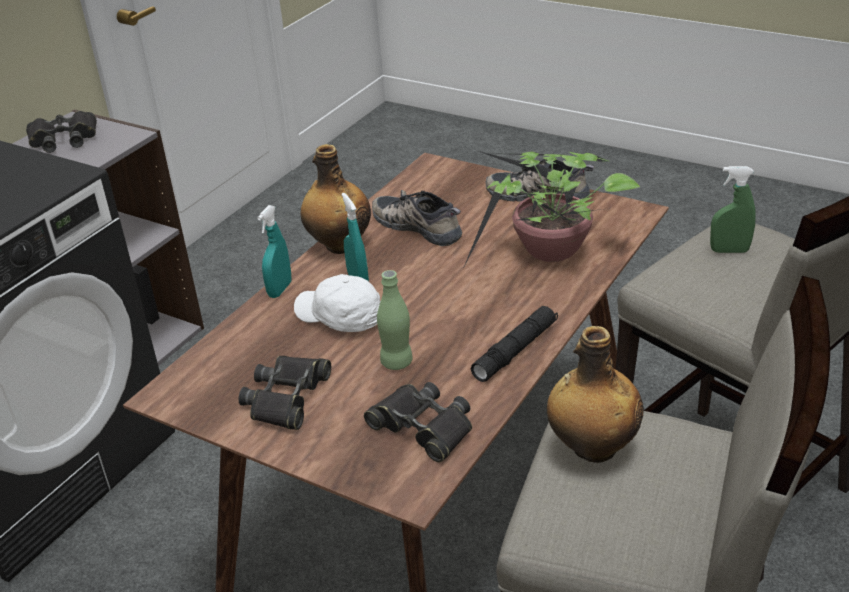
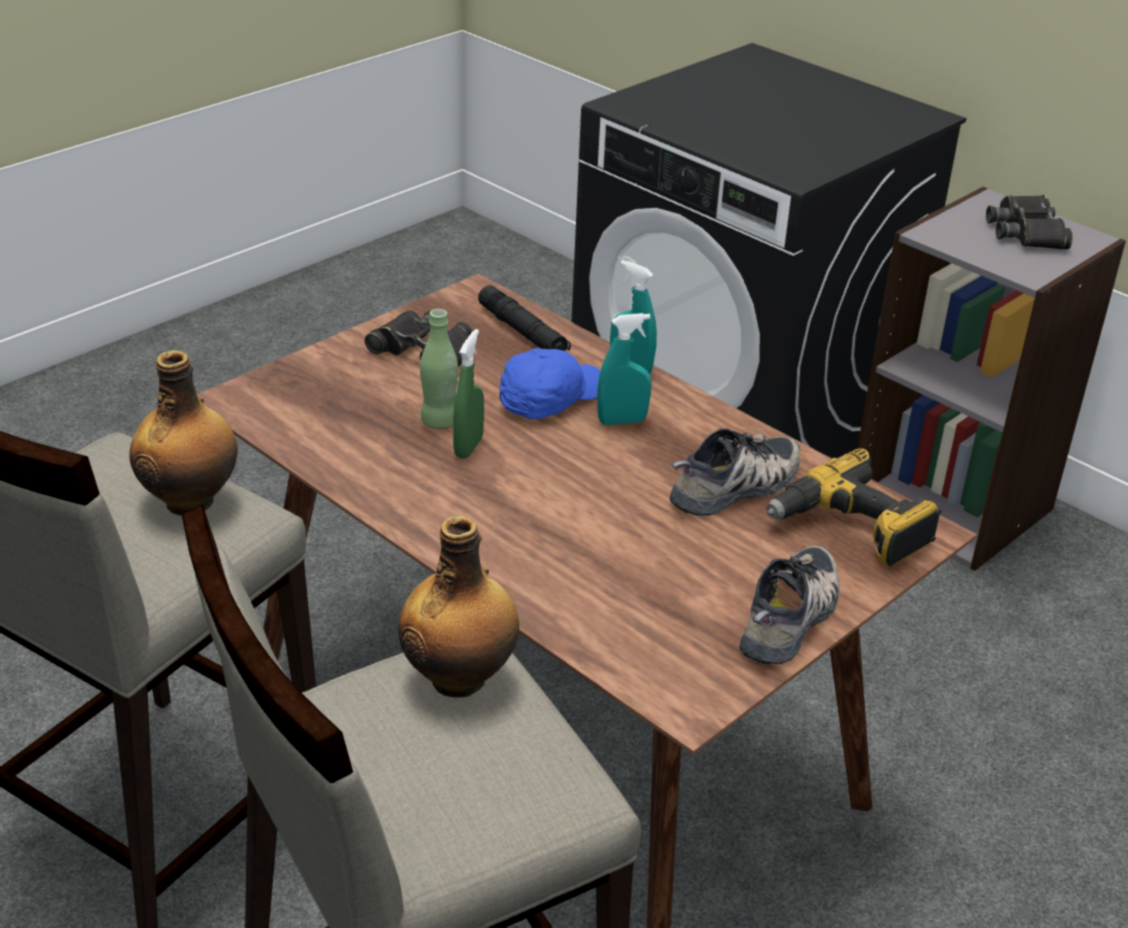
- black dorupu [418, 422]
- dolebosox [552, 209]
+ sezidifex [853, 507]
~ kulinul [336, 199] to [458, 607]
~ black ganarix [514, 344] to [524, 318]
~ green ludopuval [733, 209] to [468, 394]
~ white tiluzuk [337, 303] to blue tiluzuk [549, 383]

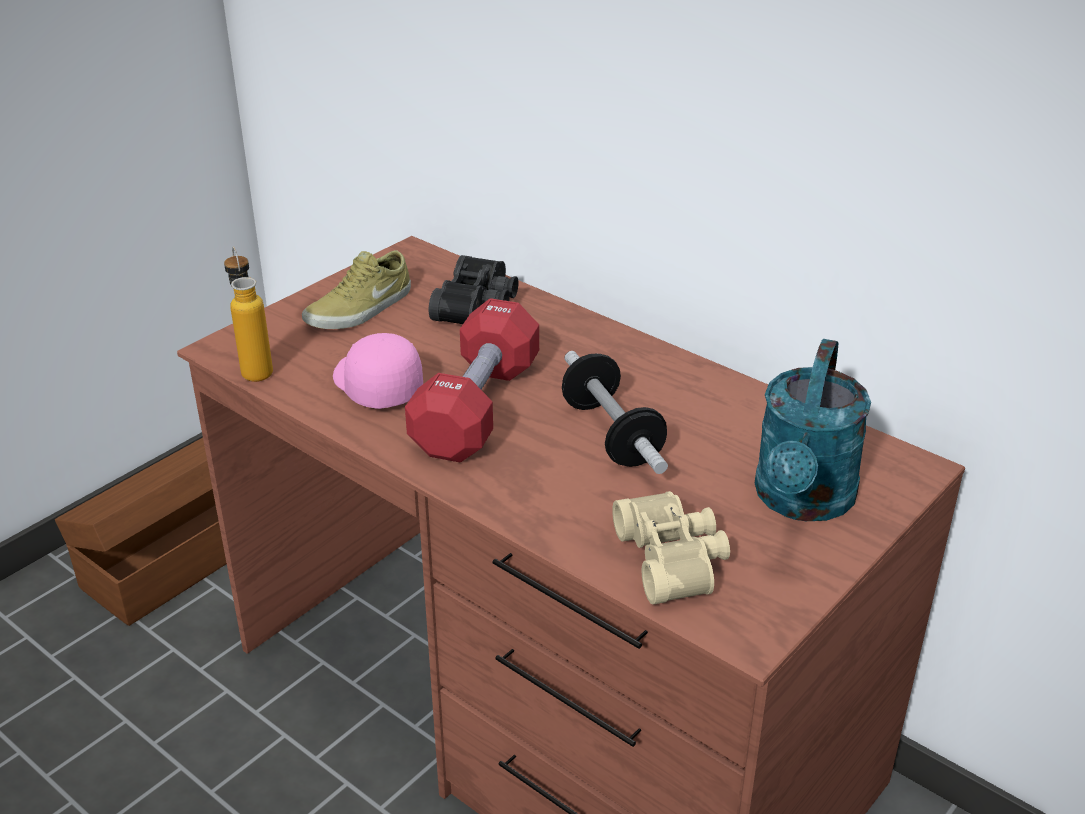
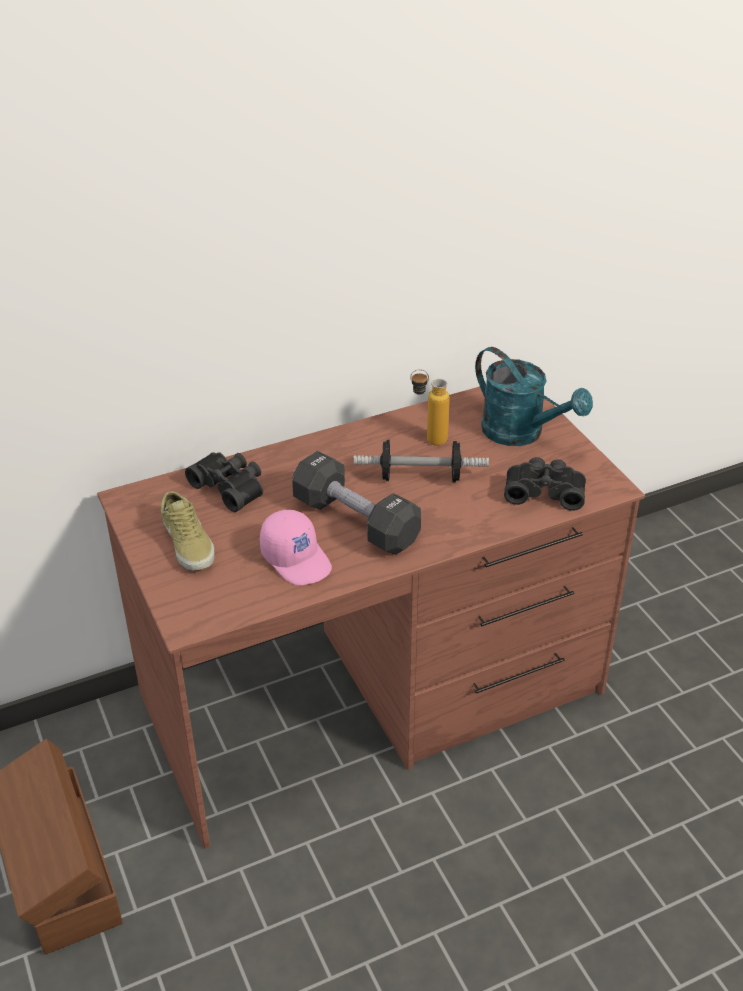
~ kulinul [248, 314] to [430, 407]
~ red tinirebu [472, 380] to black tinirebu [356, 503]
~ beige dorupu [671, 548] to black dorupu [545, 484]
~ pink tiluzuk [378, 371] = [296, 547] 120 degrees counterclockwise

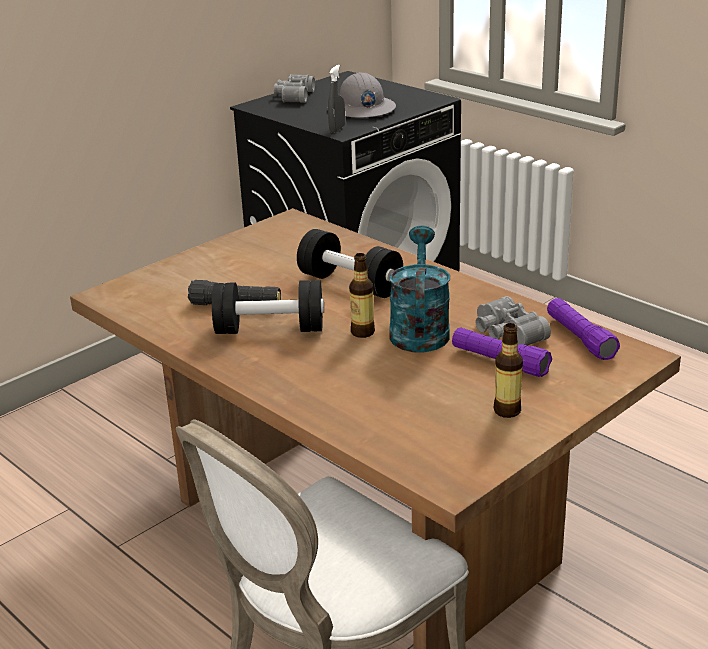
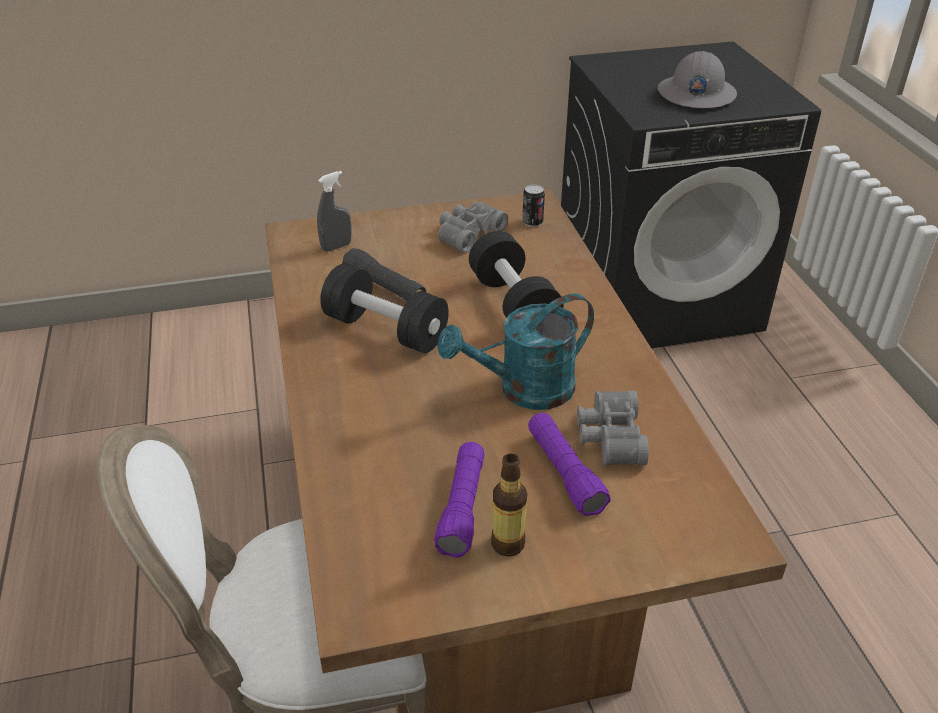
- kulinul [362, 295]
+ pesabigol [533, 205]
~ grey dorupu [294, 88] to [473, 227]
~ grey ludopuval [336, 99] to [334, 211]
~ purple ganarix [583, 329] to [459, 500]
~ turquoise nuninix [419, 289] = [515, 351] 150 degrees counterclockwise

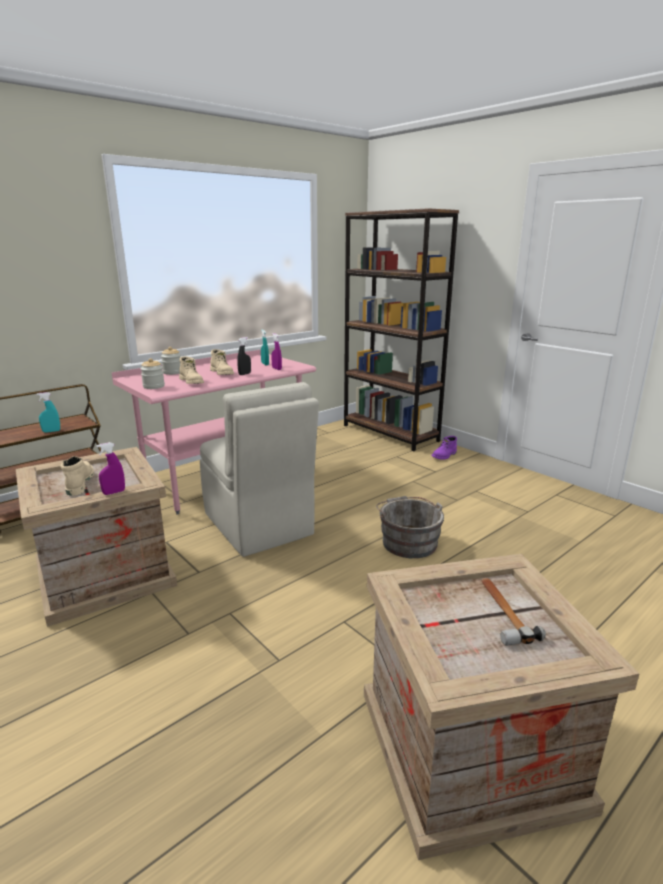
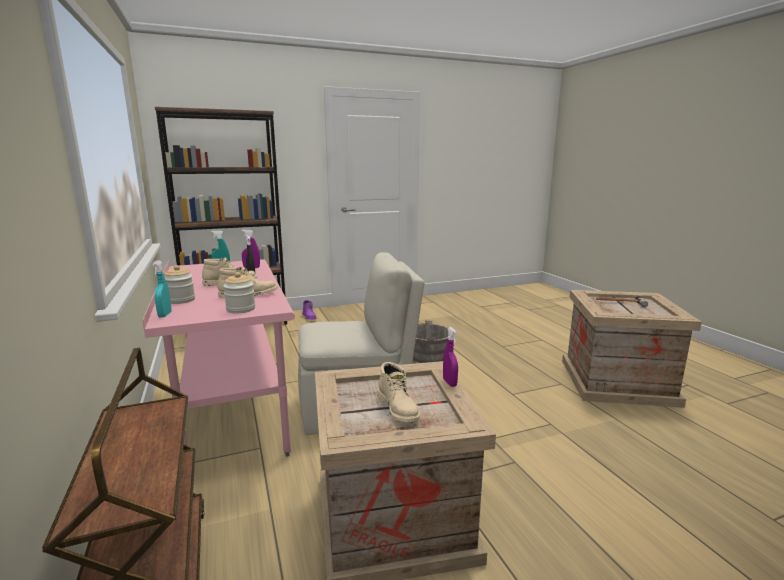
~ turquoise ludopuval [48, 412] to [161, 289]
~ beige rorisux [77, 476] = [398, 392] 120 degrees counterclockwise

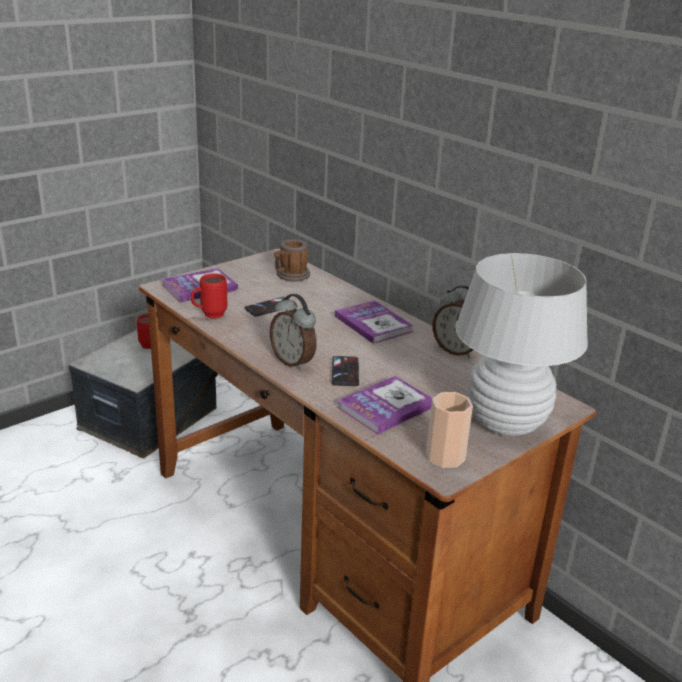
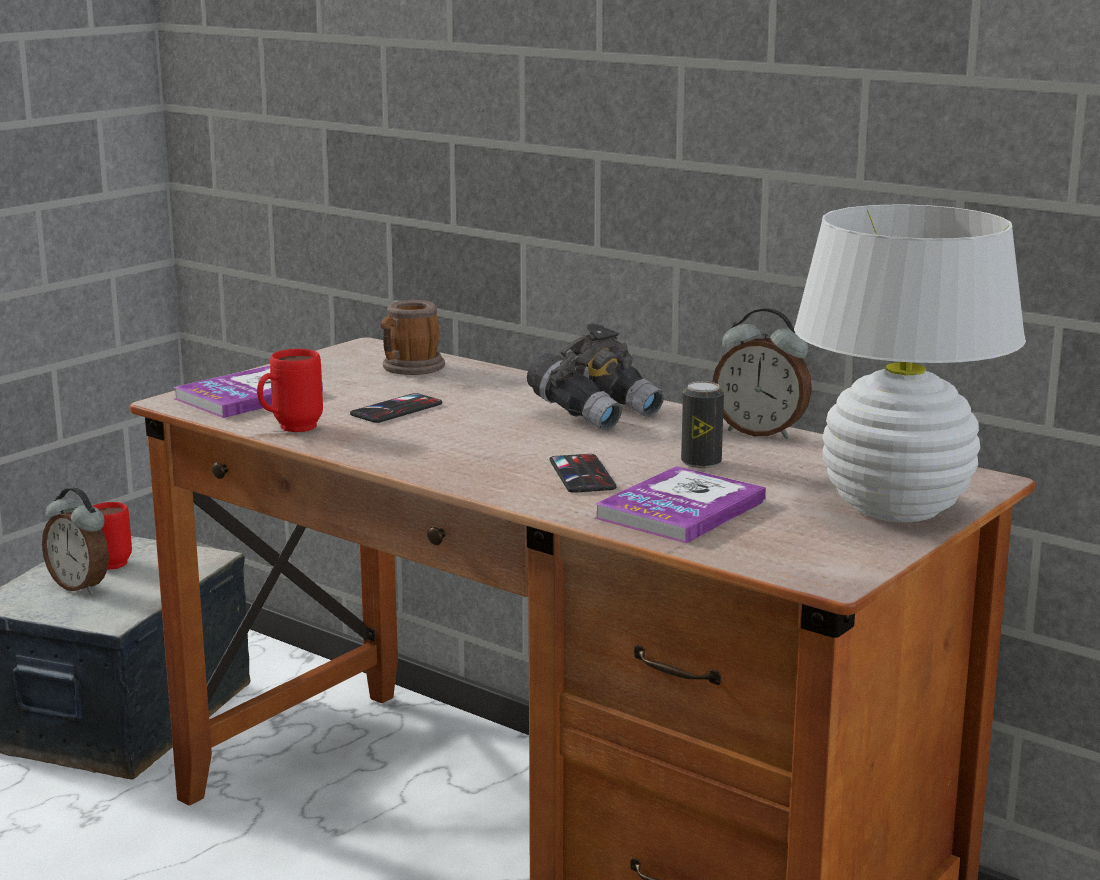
- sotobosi [449, 430]
+ pesabigol [702, 424]
~ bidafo [293, 332] to [75, 541]
~ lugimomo [374, 322] to grey dorupu [595, 377]

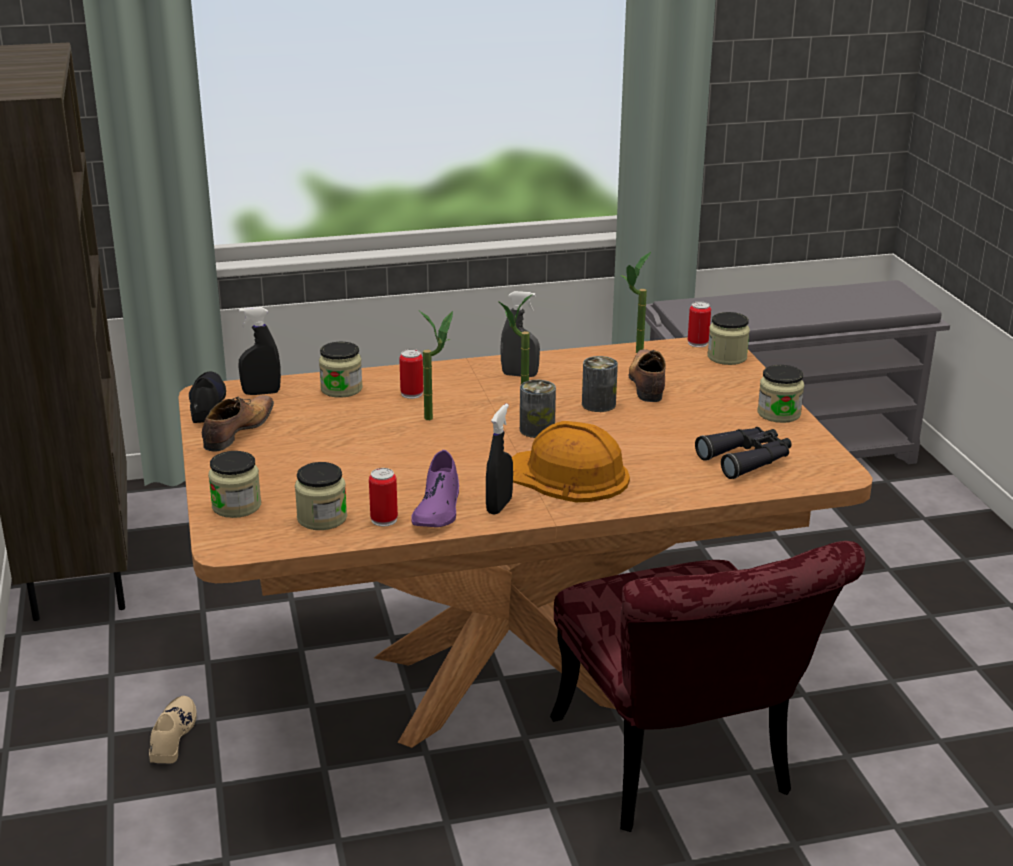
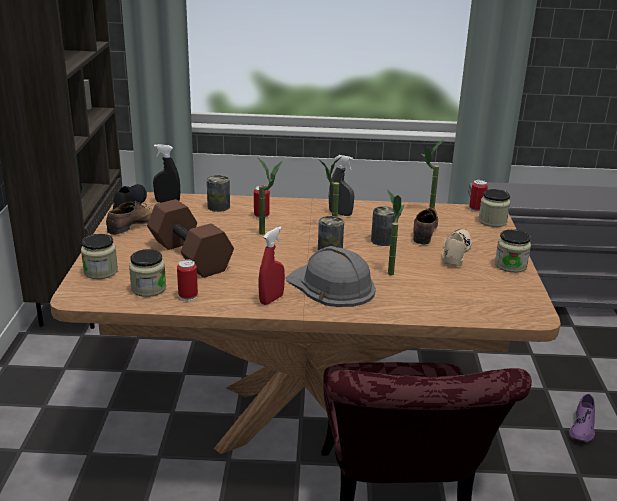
- black dorupu [743, 453]
+ brown tinirebu [190, 238]
+ dolebosox [395, 232]
~ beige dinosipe [173, 729] to [457, 247]
~ purple dinosipe [435, 488] to [582, 418]
~ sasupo [341, 370] to pesabigol [218, 193]
~ black ludopuval [499, 459] to red ludopuval [271, 266]
~ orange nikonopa [571, 461] to grey nikonopa [331, 276]

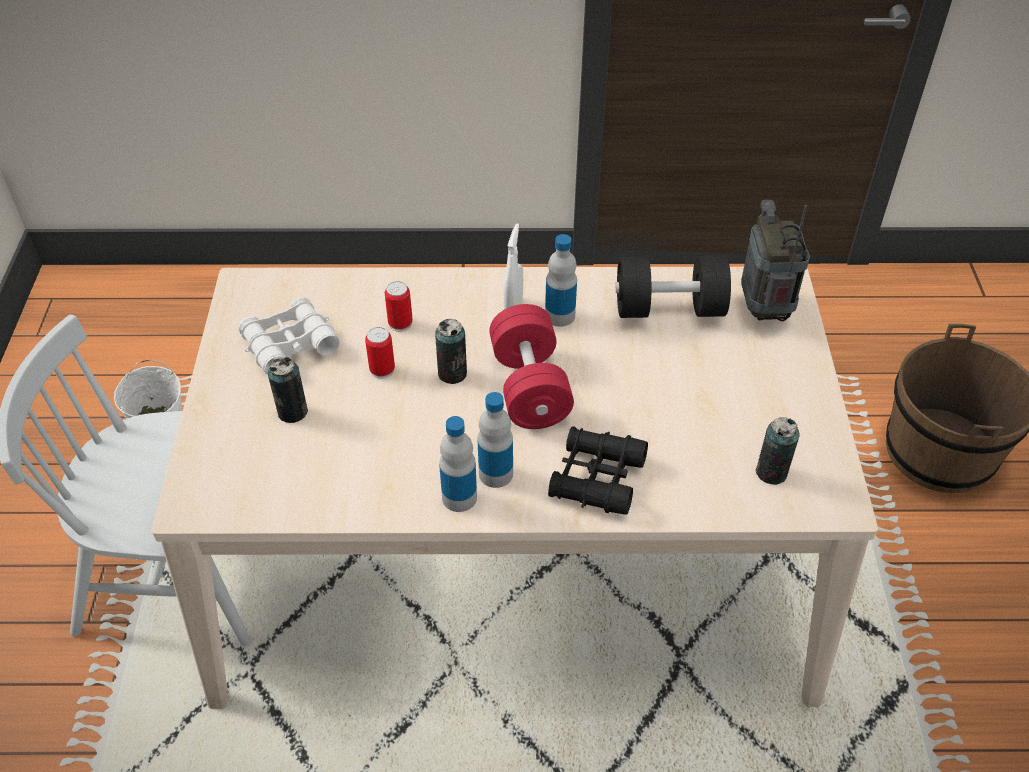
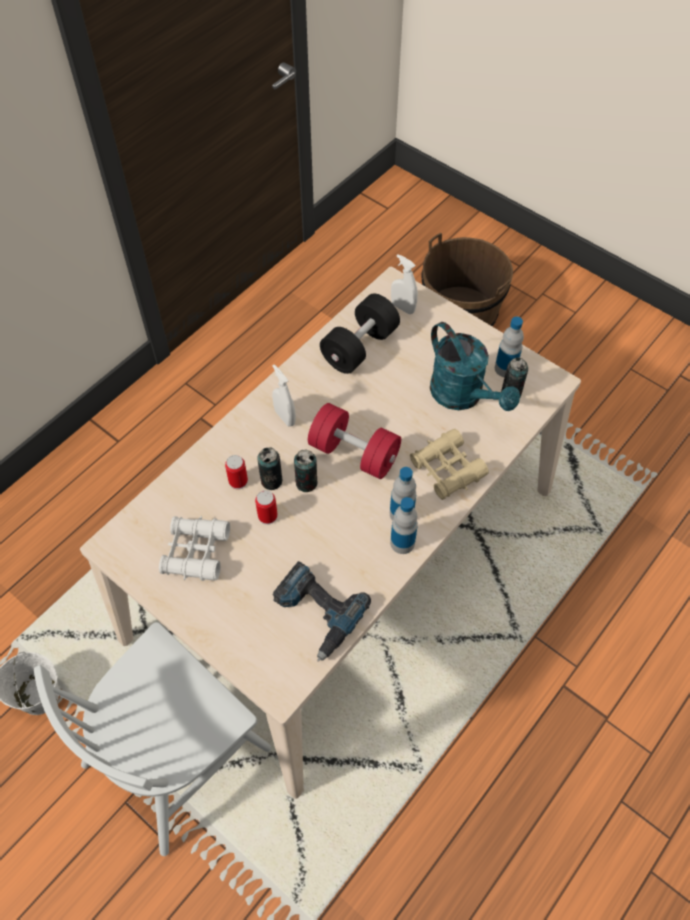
+ sezidifex [321, 611]
+ turquoise nuninix [475, 366]
~ pesabigol [288, 390] to [269, 468]
~ kulinul [561, 280] to [509, 347]
~ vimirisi [775, 260] to white ludopuval [404, 284]
~ black dorupu [598, 470] to beige dorupu [449, 464]

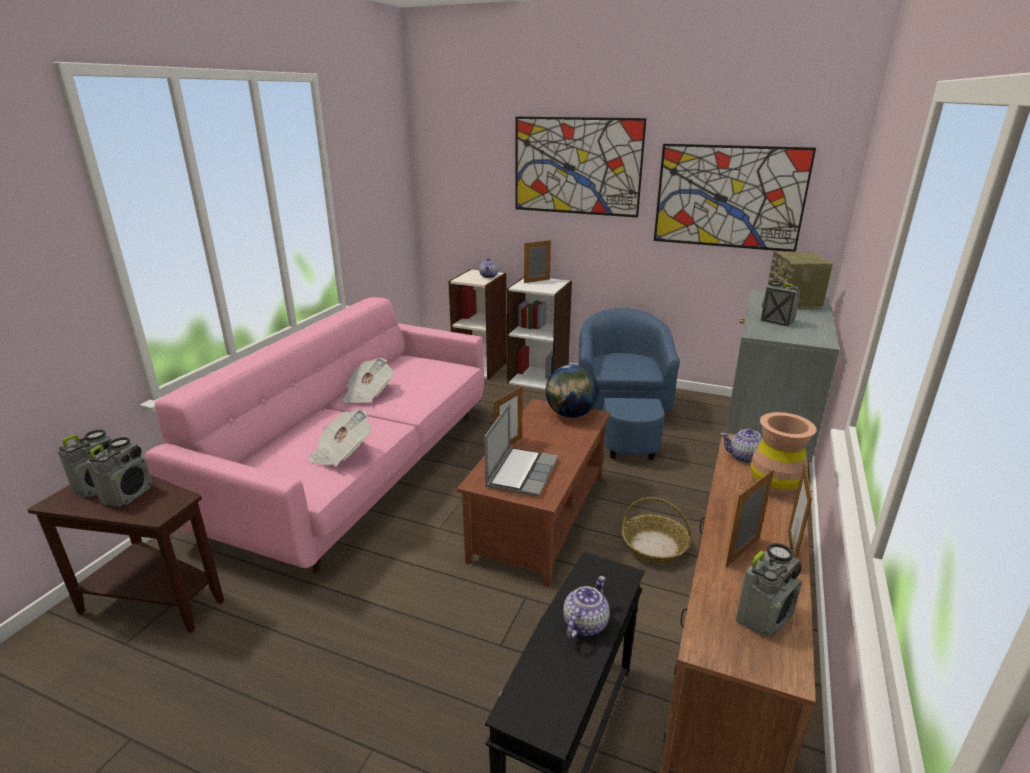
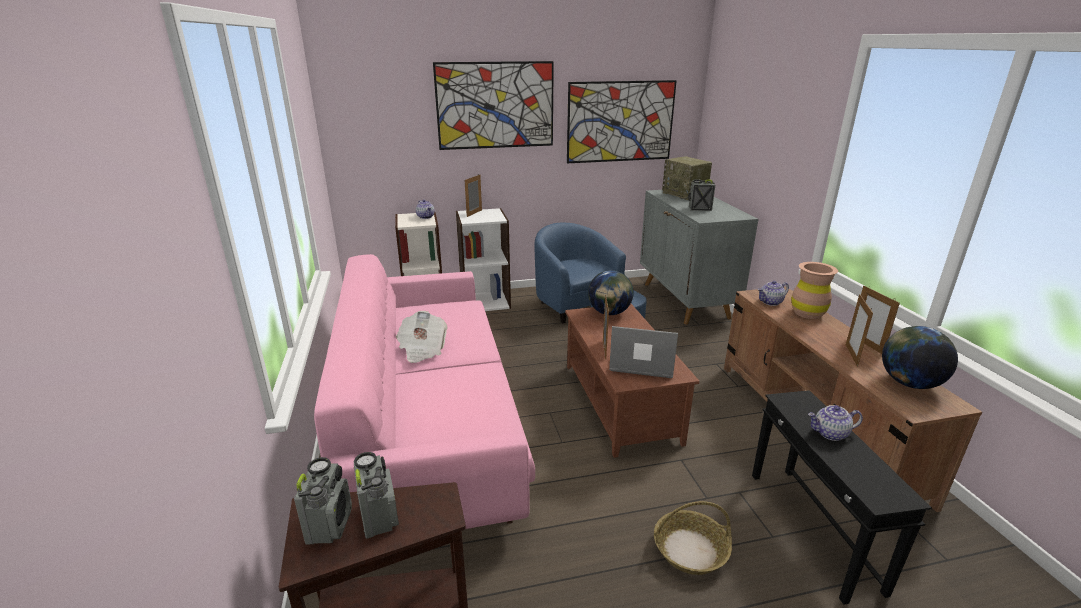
- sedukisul [339, 437]
~ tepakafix [656, 530] to [693, 538]
~ vimirisi [769, 590] to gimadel [920, 357]
~ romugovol [521, 450] = [643, 352] 60 degrees counterclockwise
~ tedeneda [586, 607] = [835, 423] 90 degrees counterclockwise

